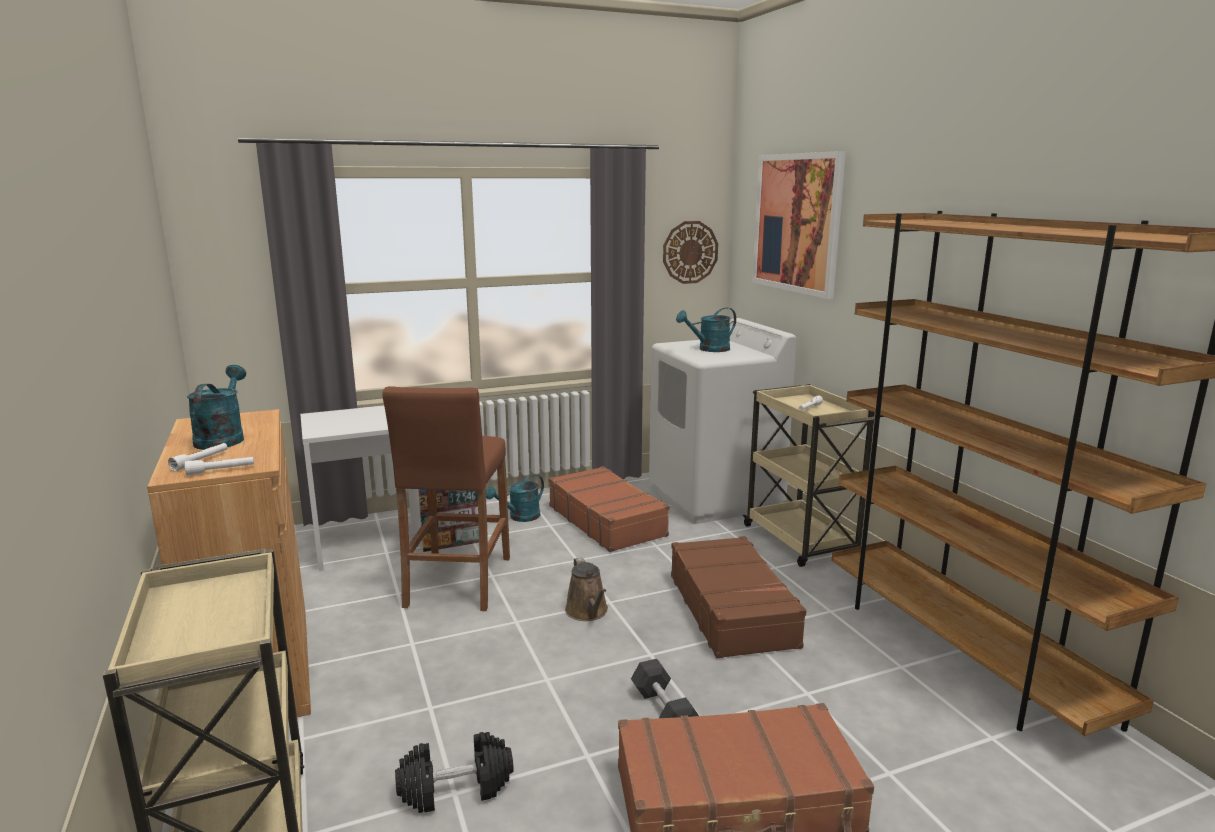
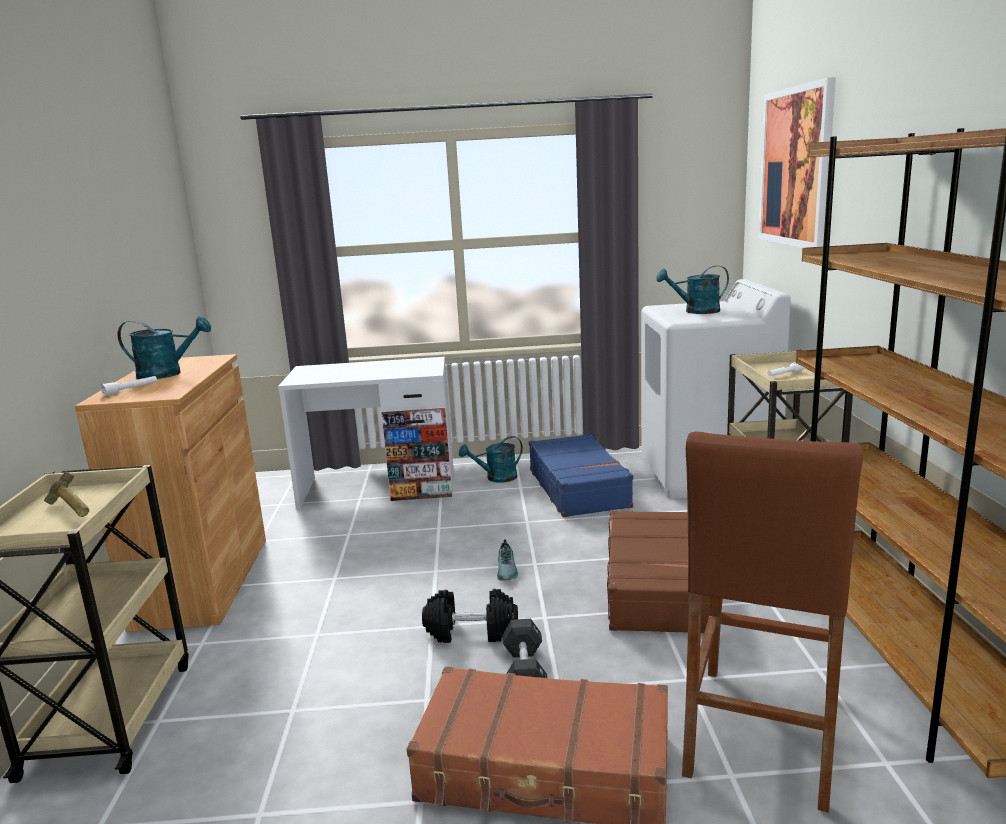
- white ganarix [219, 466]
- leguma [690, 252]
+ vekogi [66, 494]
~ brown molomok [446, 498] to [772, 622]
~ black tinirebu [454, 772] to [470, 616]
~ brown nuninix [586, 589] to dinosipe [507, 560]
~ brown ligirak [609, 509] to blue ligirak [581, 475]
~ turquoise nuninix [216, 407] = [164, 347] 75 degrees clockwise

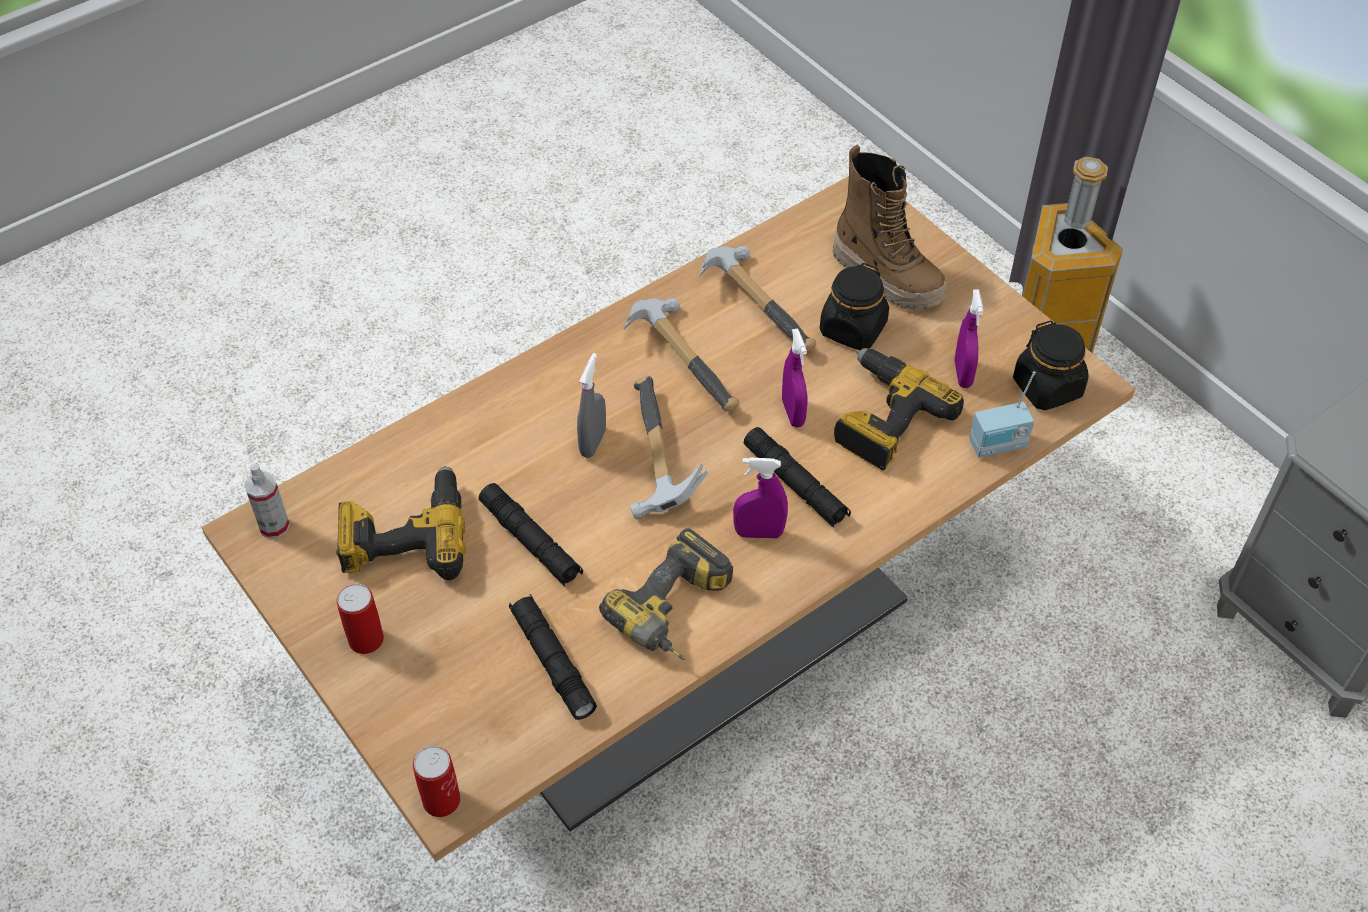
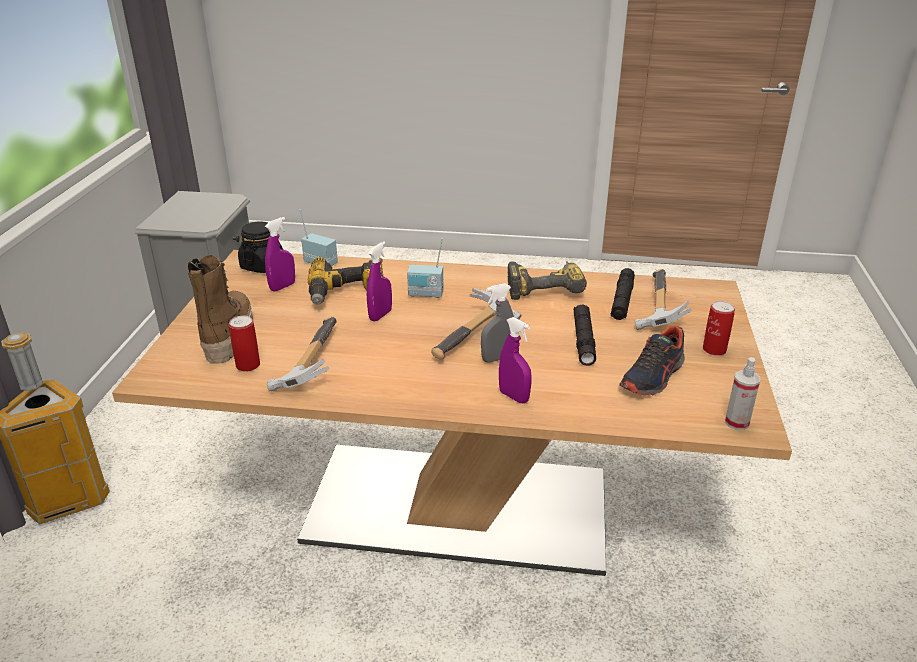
- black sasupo [854, 307]
~ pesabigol [436, 781] to [244, 344]
~ vekogi [681, 354] to [663, 299]
~ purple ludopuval [760, 498] to [515, 360]
~ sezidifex [401, 523] to dinosipe [652, 361]
~ black ganarix [797, 477] to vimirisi [425, 268]

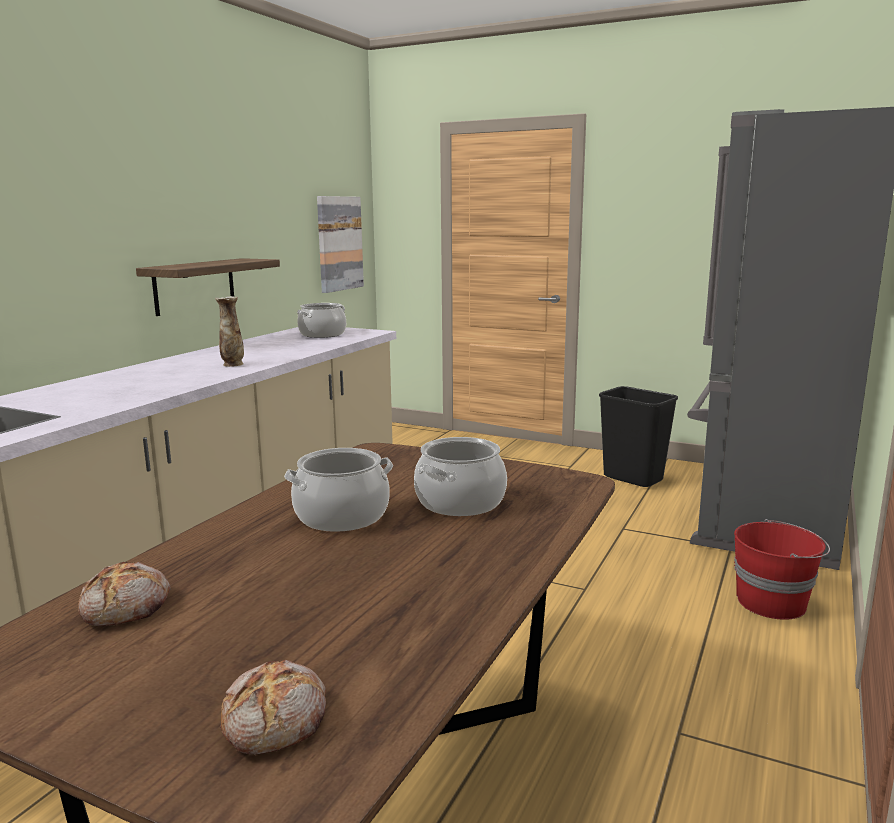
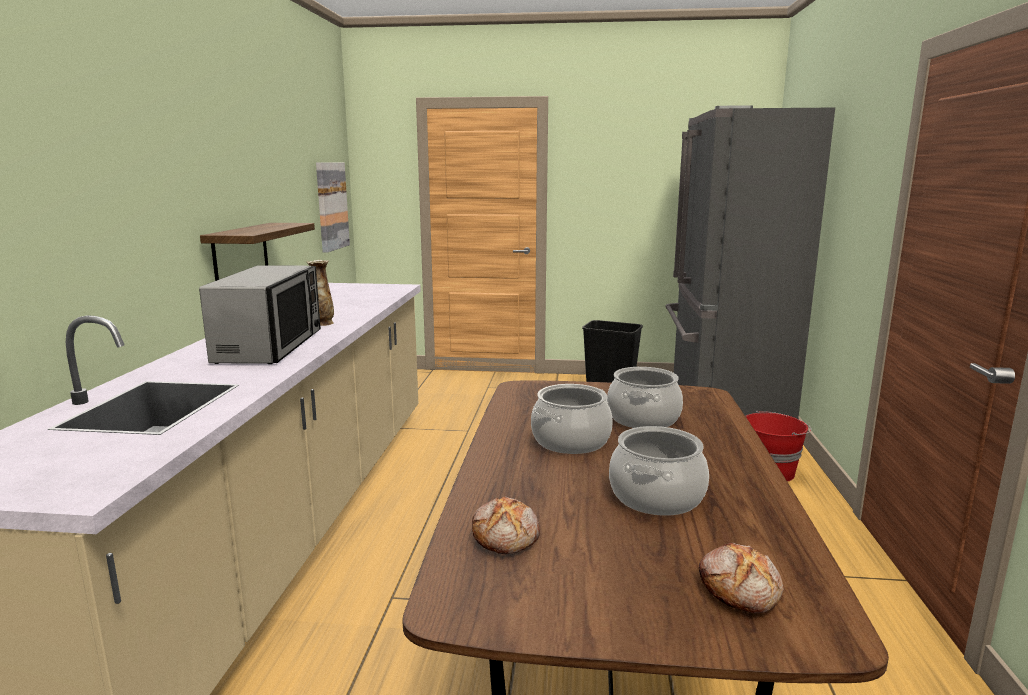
+ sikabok [260, 314]
~ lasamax [321, 320] to [659, 471]

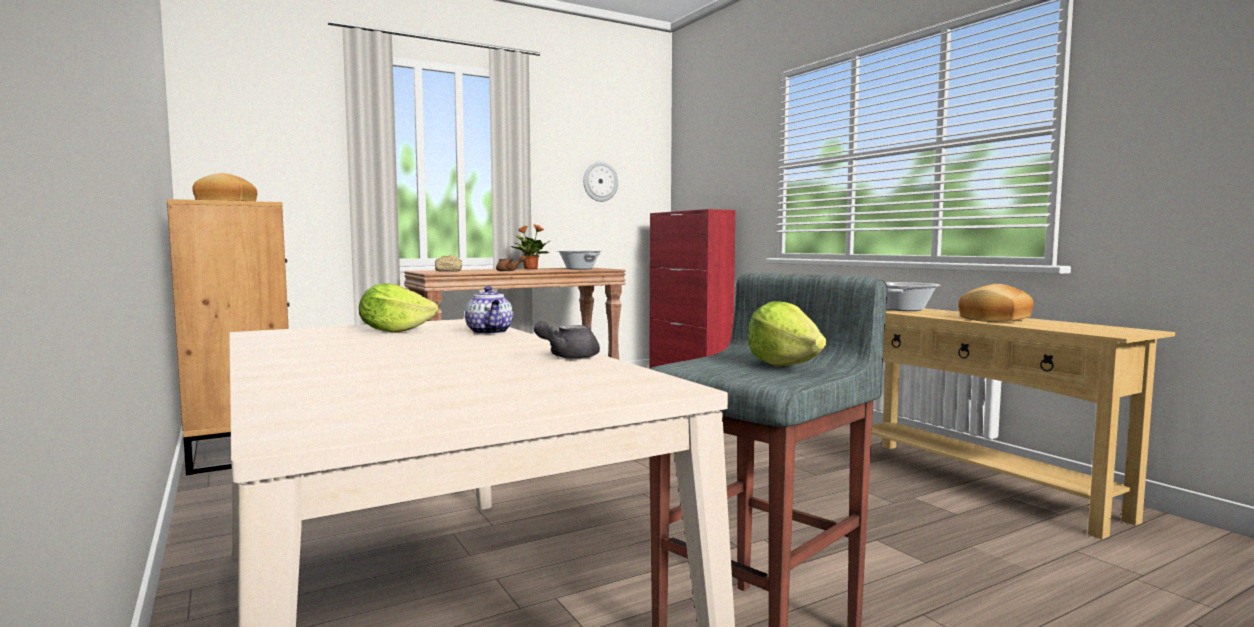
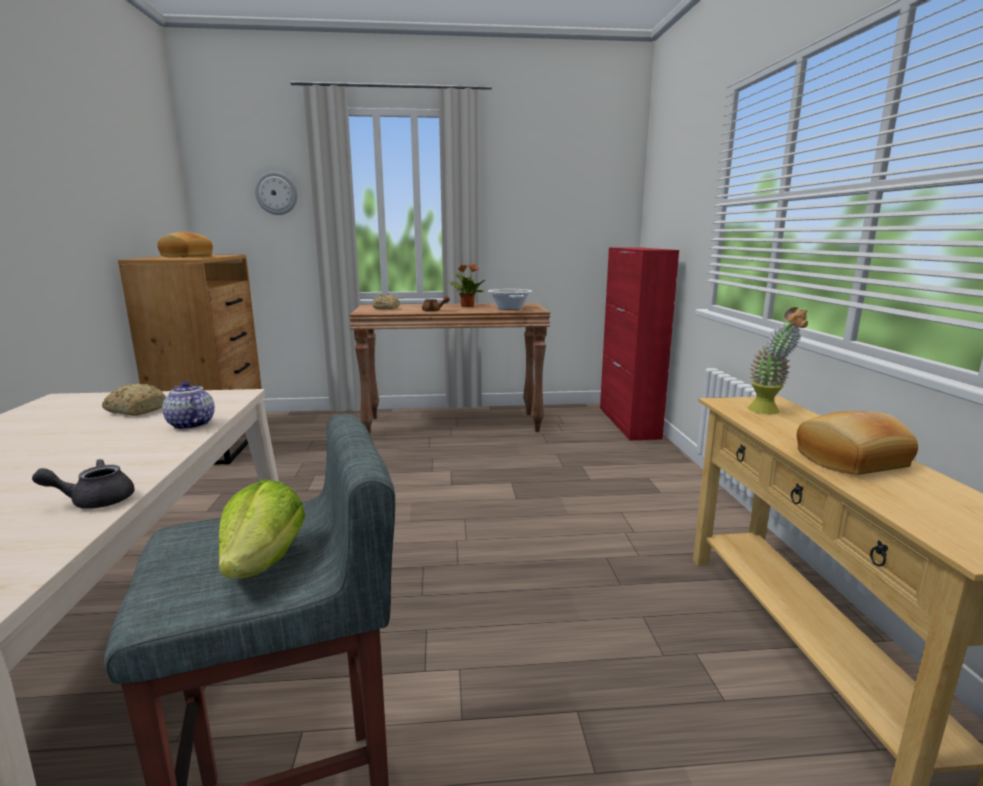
~ leguma [600, 182] to [276, 193]
~ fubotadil [398, 308] to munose [134, 400]
~ lasamax [913, 296] to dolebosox [778, 360]
~ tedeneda [489, 310] = [188, 405] 135 degrees clockwise

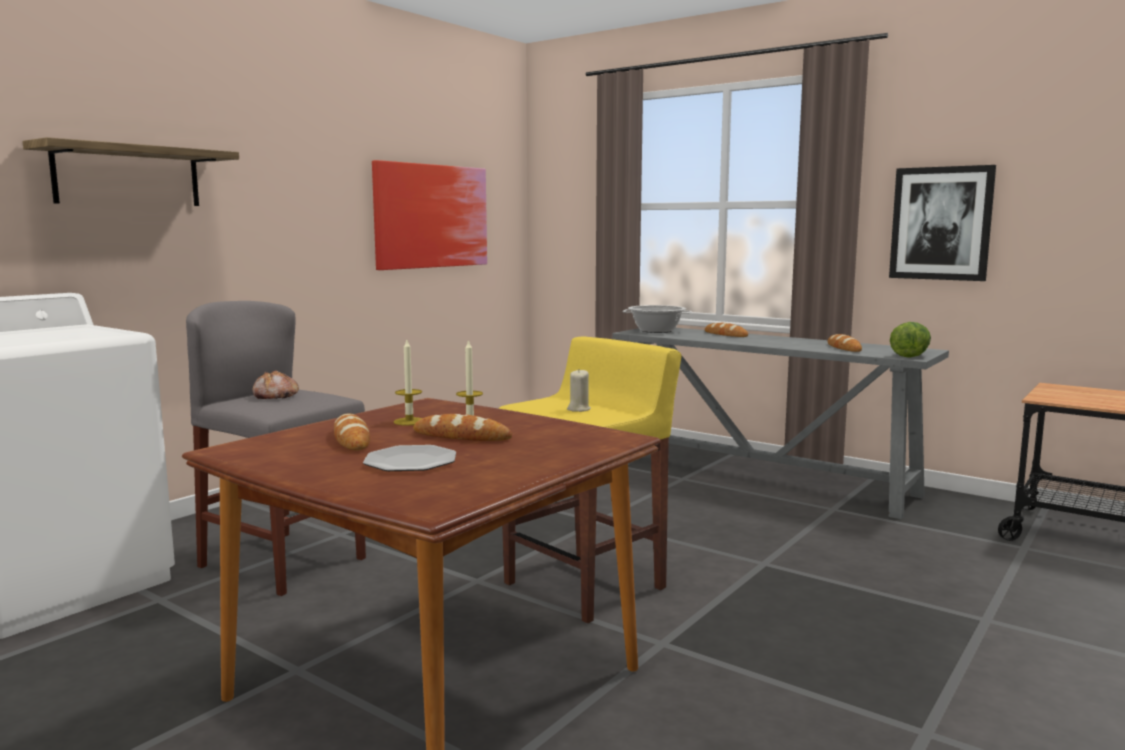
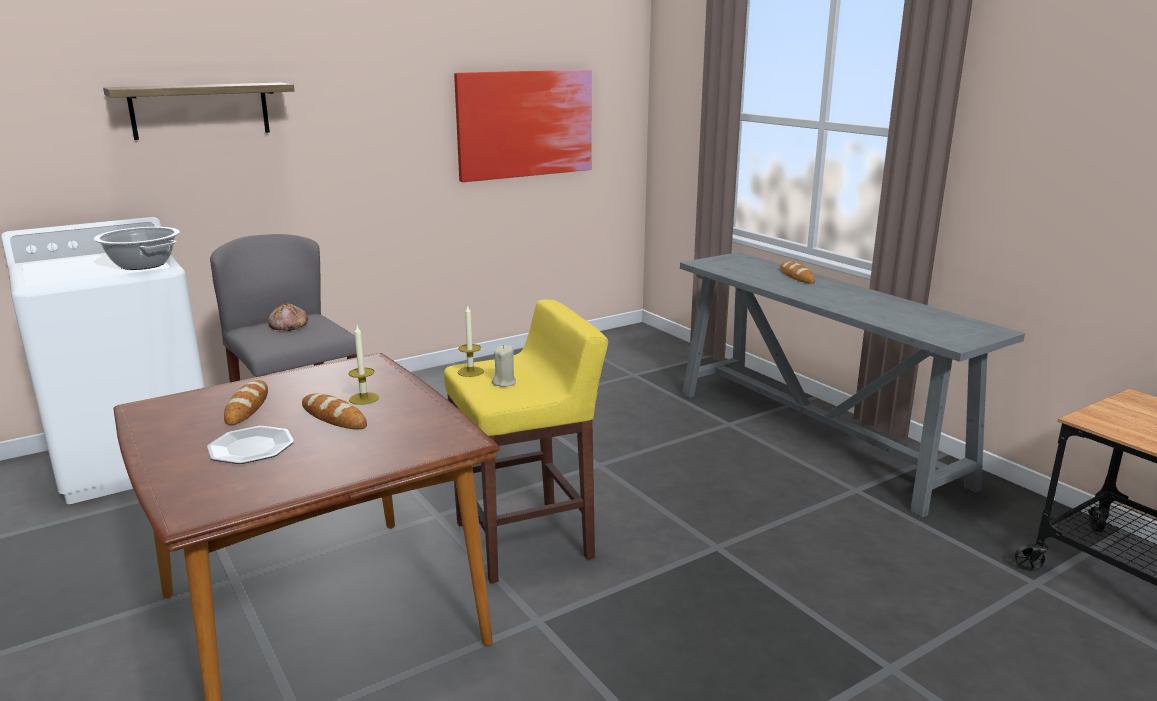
- munose [845, 343]
- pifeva [942, 223]
- fubotadil [910, 339]
~ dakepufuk [408, 382] to [471, 341]
~ lasamax [657, 319] to [137, 248]

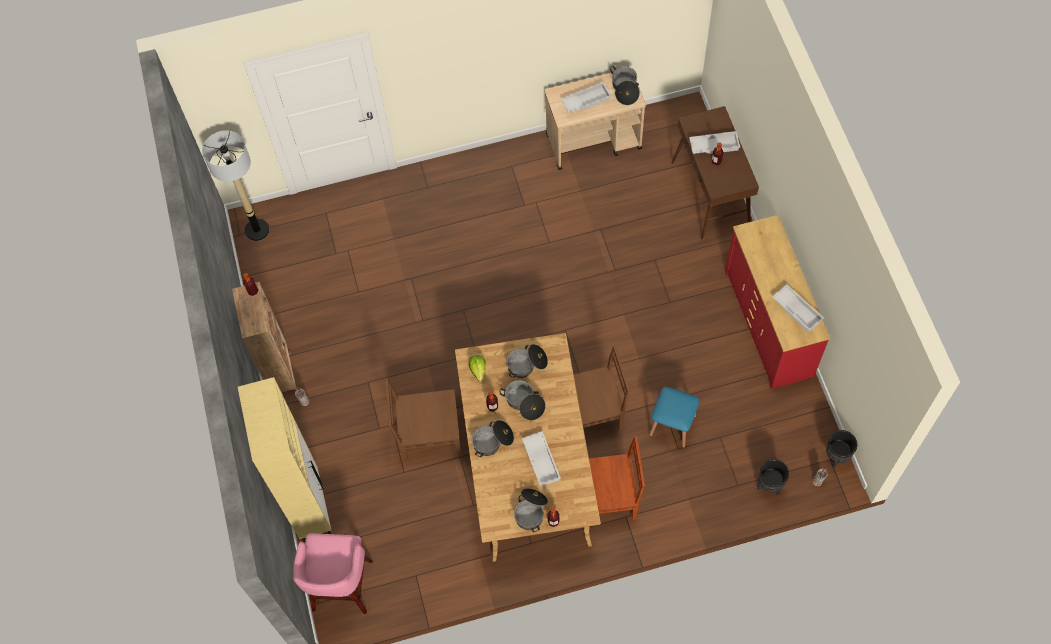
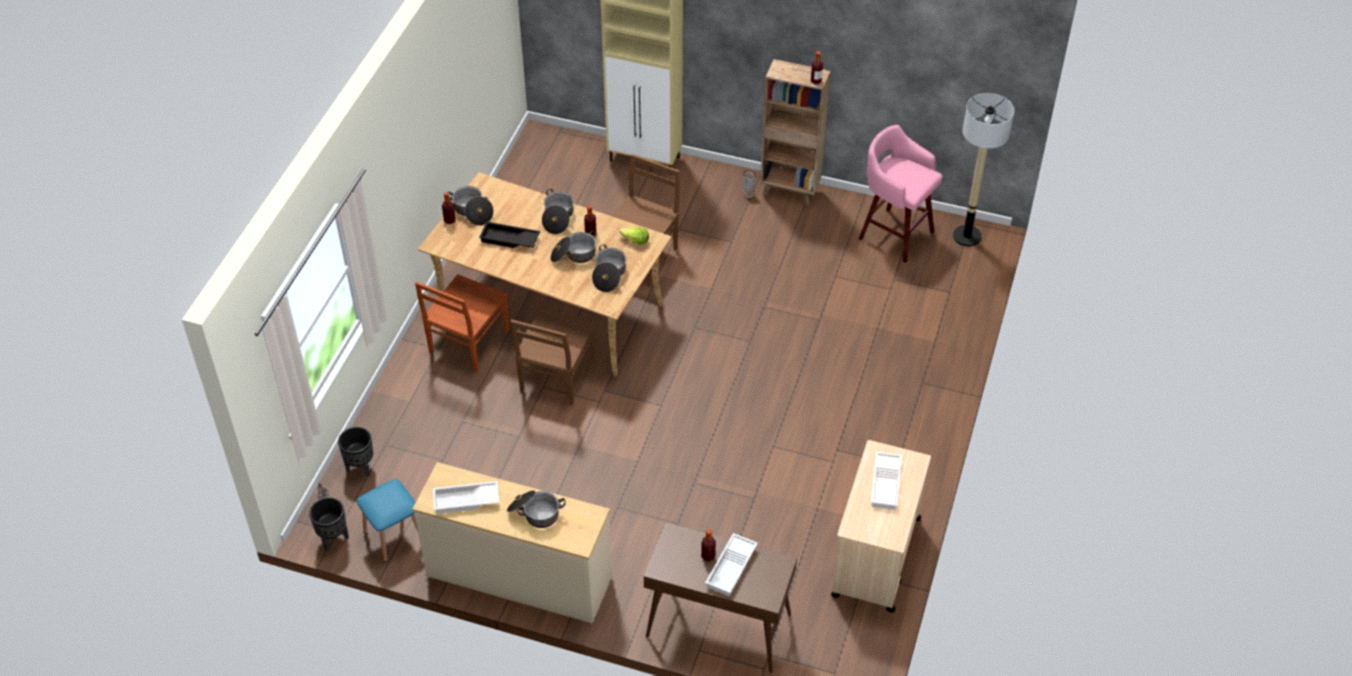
~ pink molomok [333, 573] to [901, 194]
~ lasamax [625, 85] to [536, 509]
~ blue molomok [674, 417] to [387, 520]
~ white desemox [541, 459] to black desemox [509, 234]
~ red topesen [777, 302] to beige topesen [512, 543]

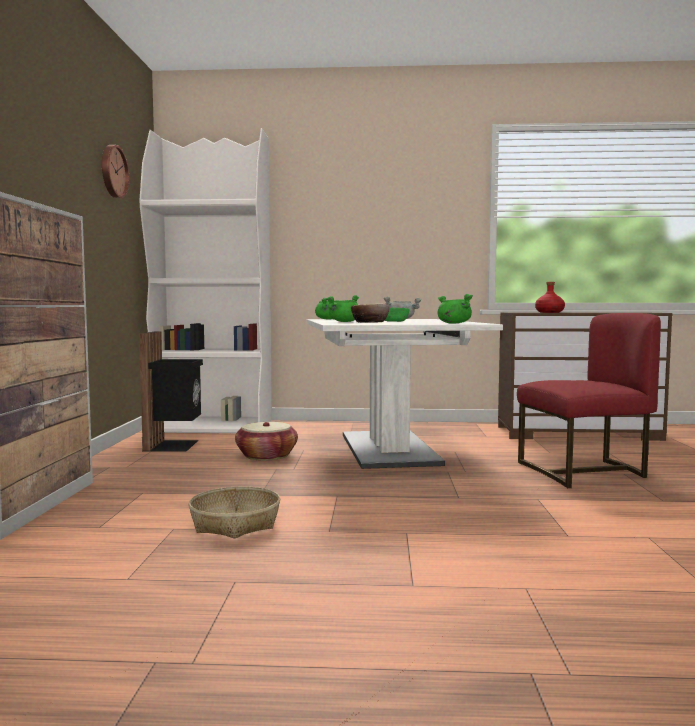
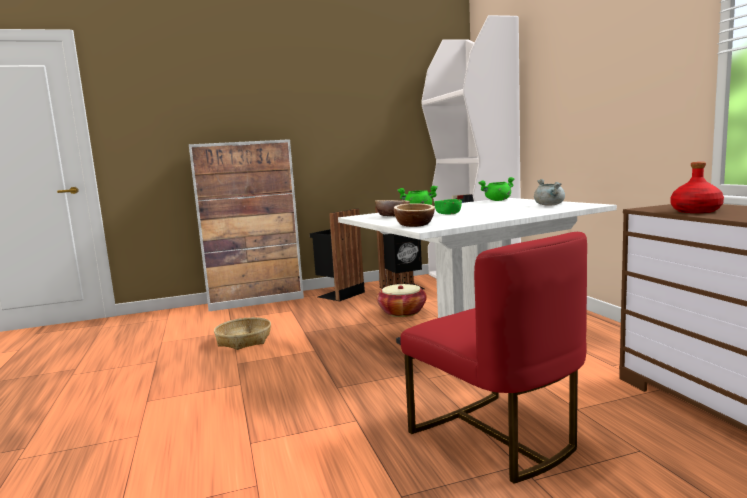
- leguma [115, 171]
+ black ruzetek [337, 255]
~ green lasamax [455, 308] to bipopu [414, 215]

